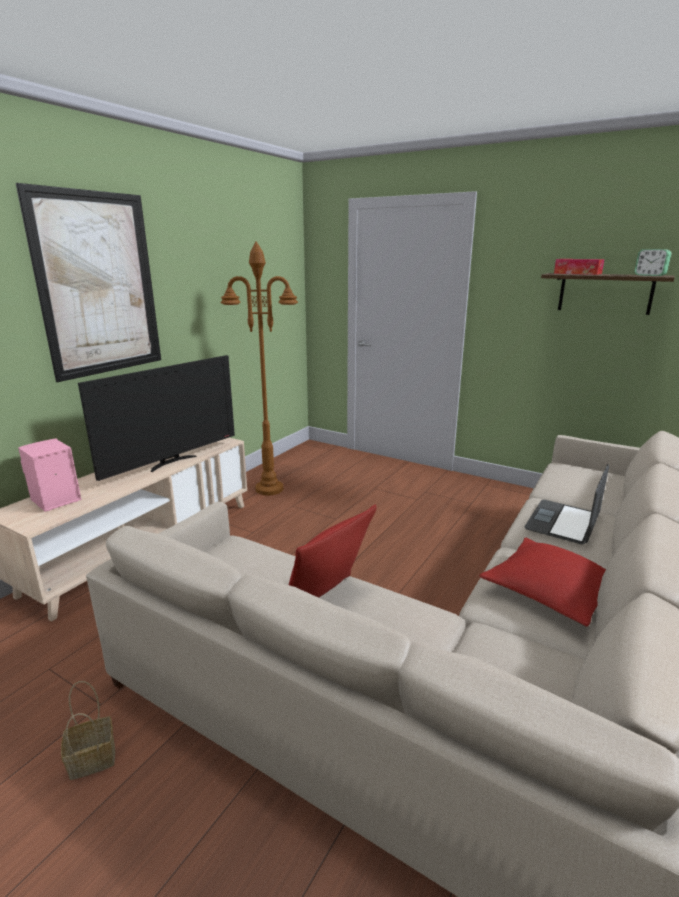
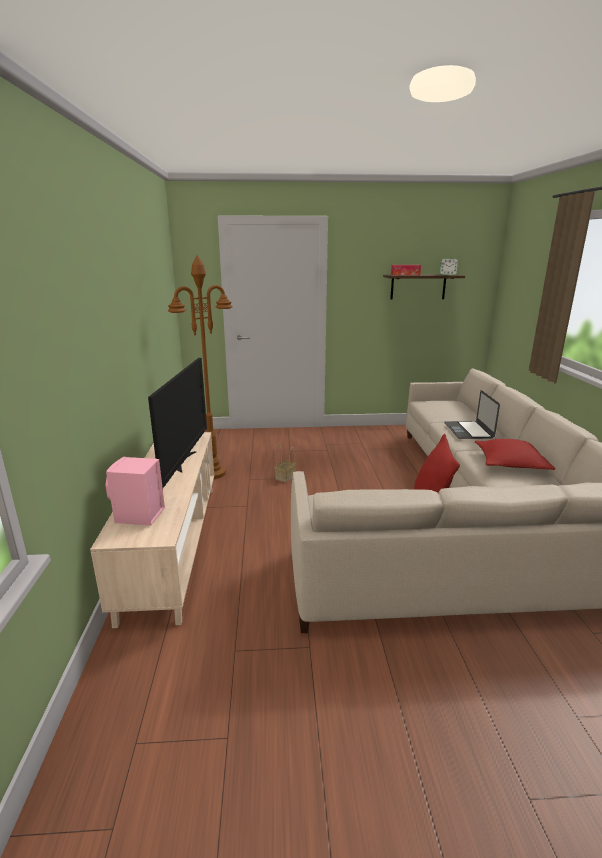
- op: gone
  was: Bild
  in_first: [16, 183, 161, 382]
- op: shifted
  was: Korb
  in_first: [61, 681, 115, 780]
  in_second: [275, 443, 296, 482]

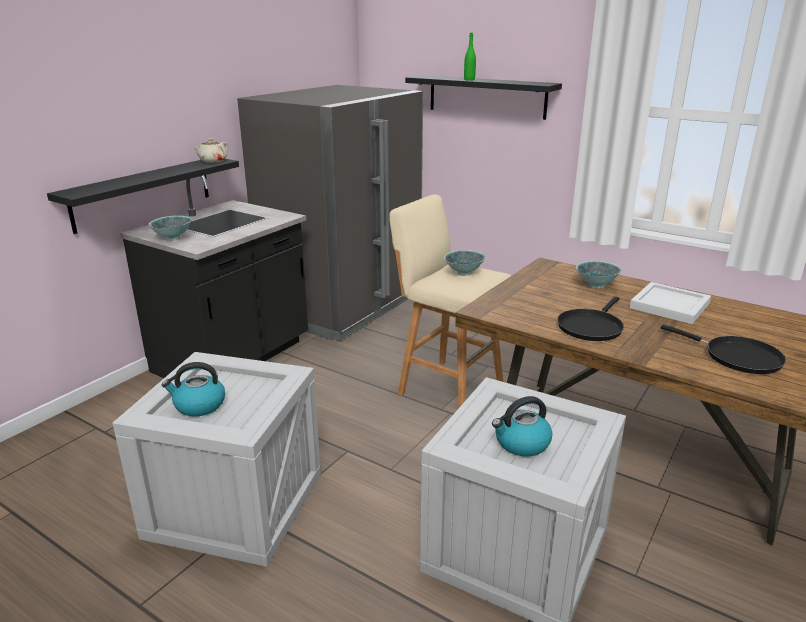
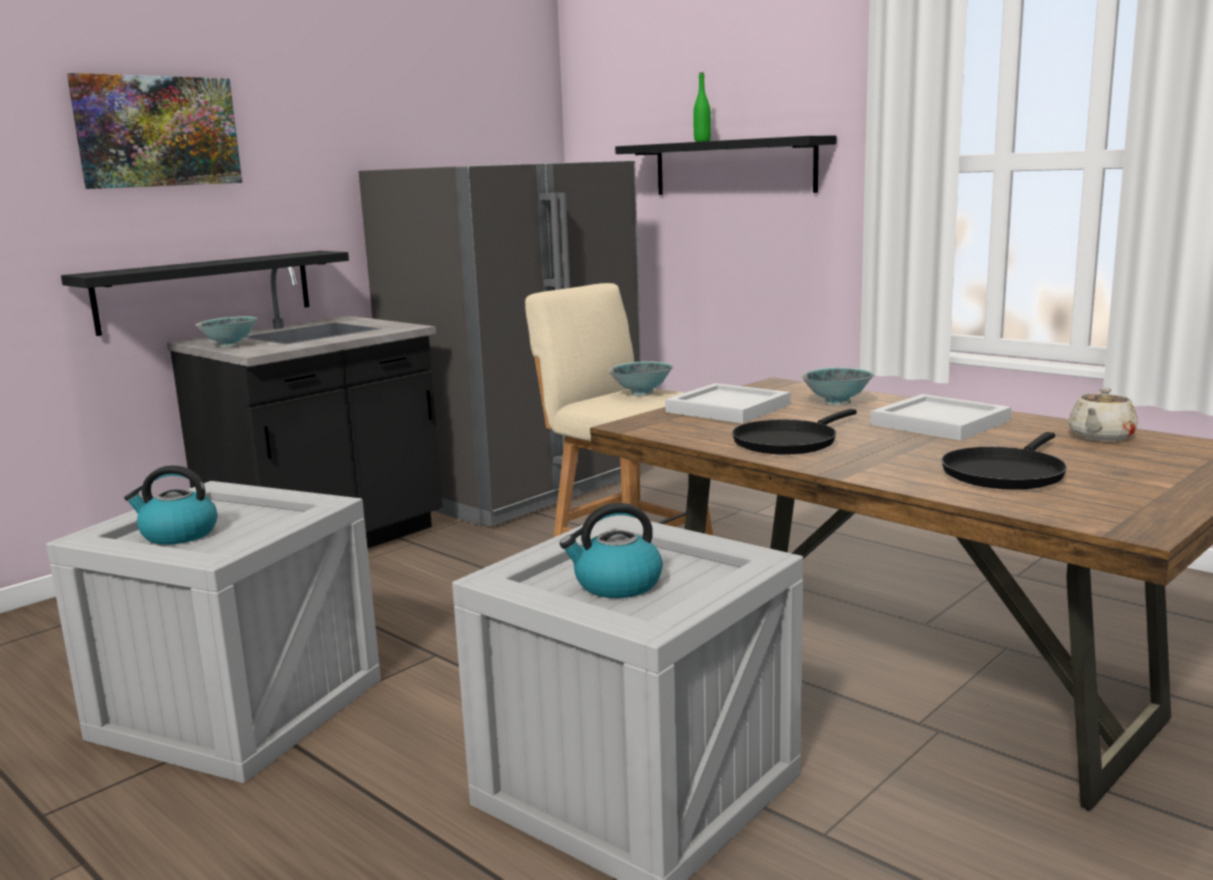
- op: new
  now: Bild
  in_second: [67, 73, 242, 189]
- op: new
  now: Tablett (weiß)
  in_second: [665, 383, 791, 423]
- op: shifted
  was: Teekanne (beige)
  in_first: [193, 138, 228, 163]
  in_second: [1068, 388, 1138, 441]
- op: rotated
  was: Pfanne (schwarz)
  in_first: [661, 325, 786, 374]
  in_second: [941, 432, 1067, 490]
  clockwise: 75

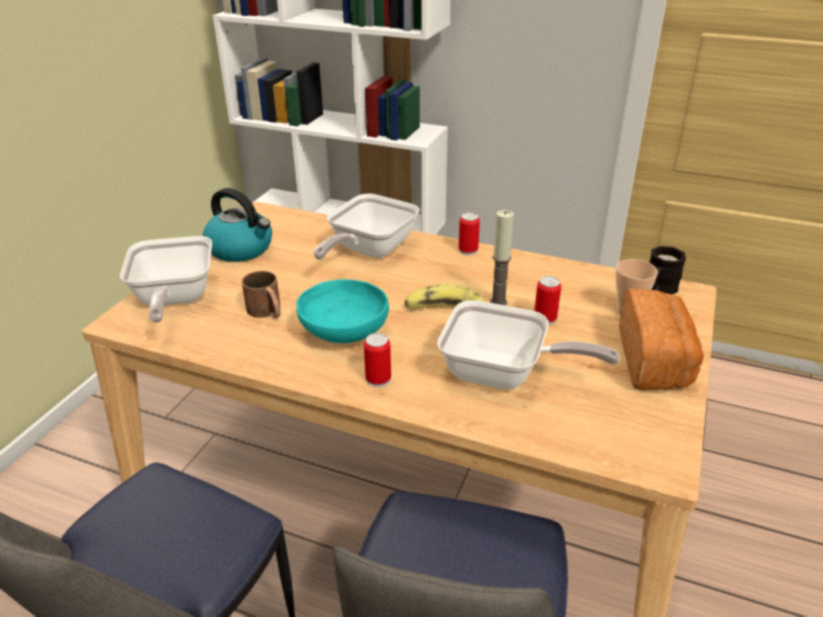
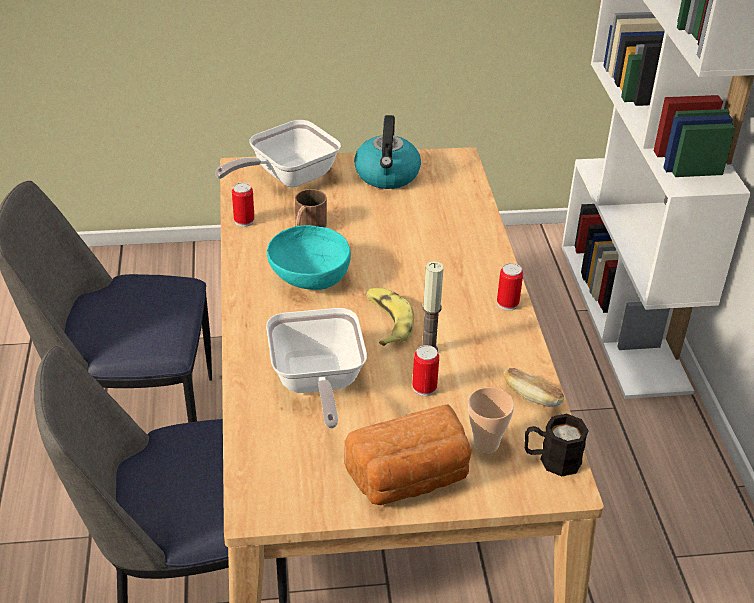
- op: gone
  was: Pfanne
  in_first: [313, 194, 419, 260]
- op: new
  now: Brot
  in_second: [504, 368, 564, 407]
- op: shifted
  was: Dose
  in_first: [364, 333, 391, 388]
  in_second: [232, 183, 255, 227]

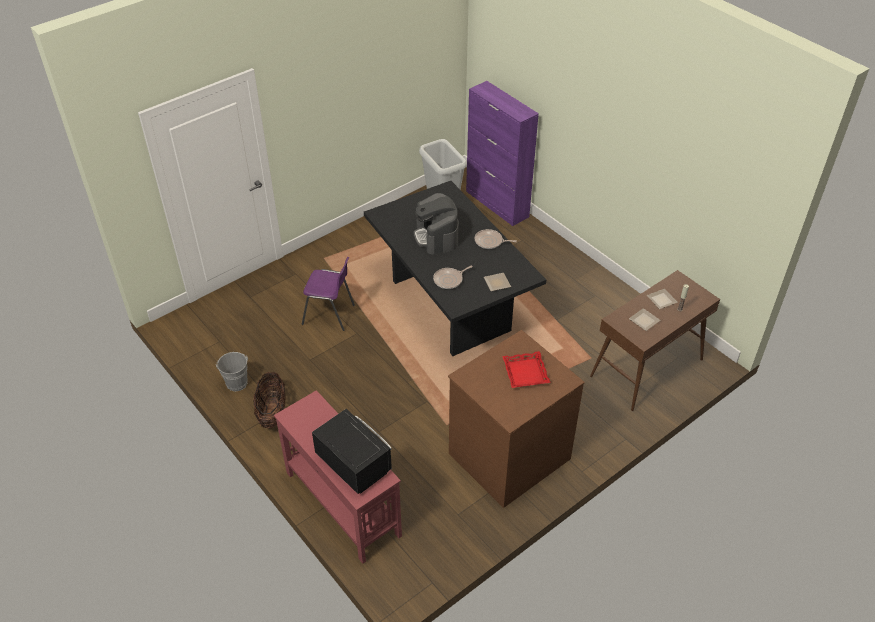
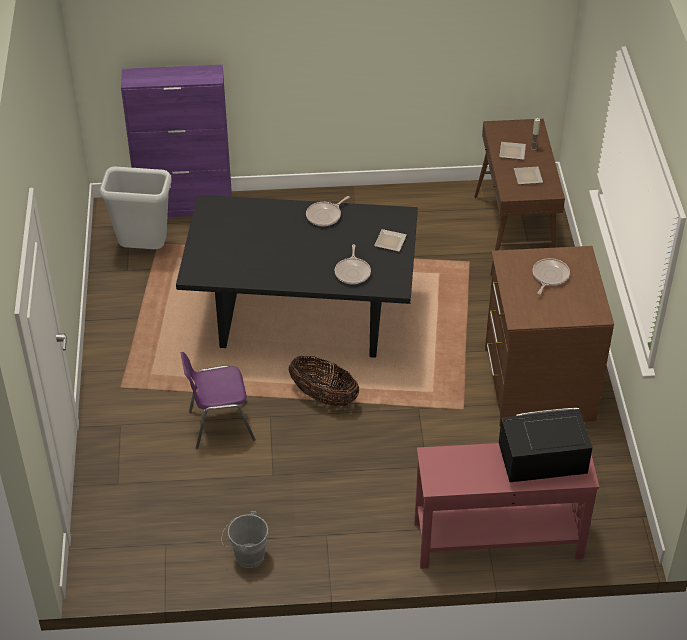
- op: gone
  was: Kaffeemaschine
  in_first: [414, 193, 458, 254]
- op: shifted
  was: Korb
  in_first: [253, 372, 286, 428]
  in_second: [288, 356, 359, 406]
- op: swapped
  was: Tablett (rot)
  now: Pfanne
  in_first: [502, 351, 551, 388]
  in_second: [533, 258, 570, 295]
- op: rotated
  was: Stuhl (lila)
  in_first: [302, 257, 355, 331]
  in_second: [181, 352, 256, 449]
  clockwise: -150

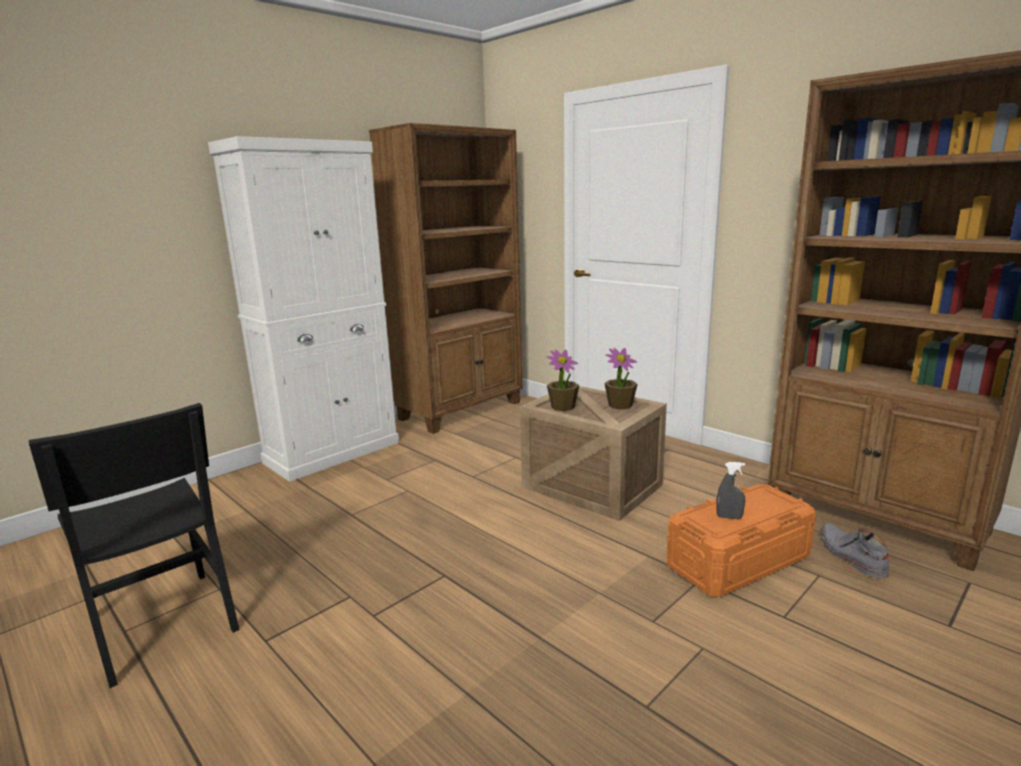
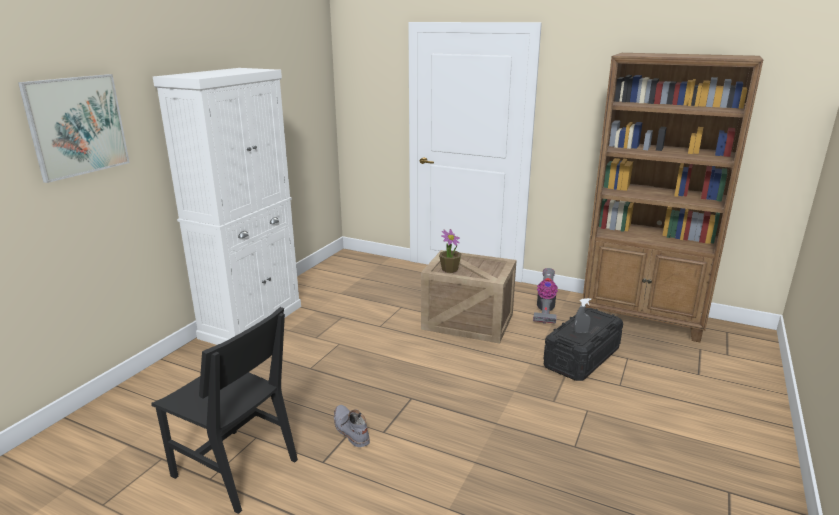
- op: gone
  was: Bücherregal (braun)
  in_first: [369, 123, 523, 434]
- op: gone
  was: Topfpflanze
  in_first: [604, 348, 638, 410]
- op: new
  now: Bild
  in_second: [18, 74, 130, 183]
- op: new
  now: Staubsauger
  in_second: [533, 268, 558, 324]
- op: shifted
  was: Stiefel (grau)
  in_first: [821, 523, 889, 578]
  in_second: [334, 405, 370, 447]
- op: repainted
  was: Aufbewahrungsbox (orange)
  now: Aufbewahrungsbox (schwarz)
  in_first: [667, 484, 816, 597]
  in_second: [544, 308, 623, 381]

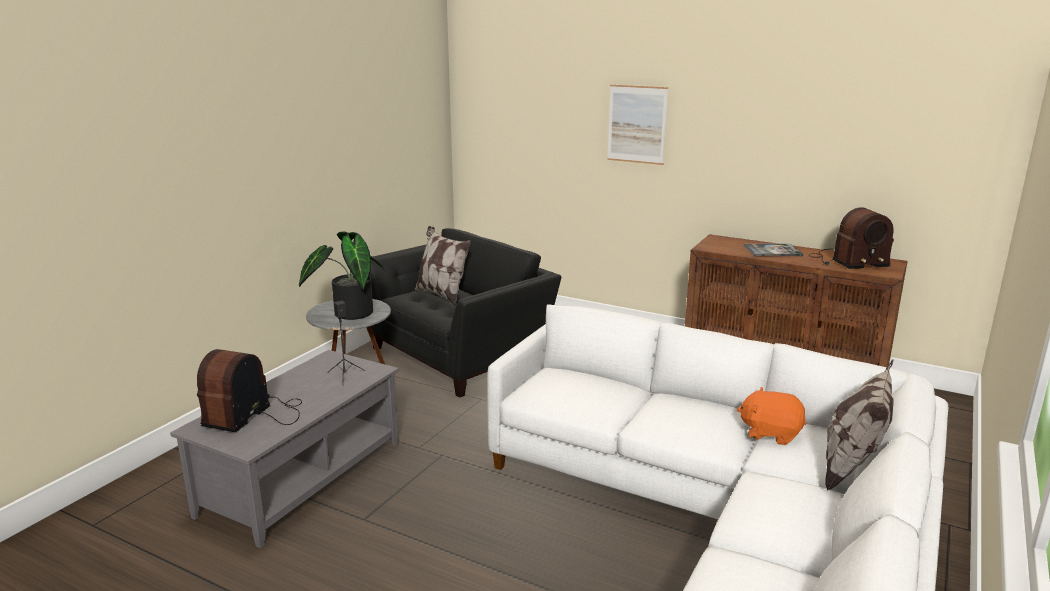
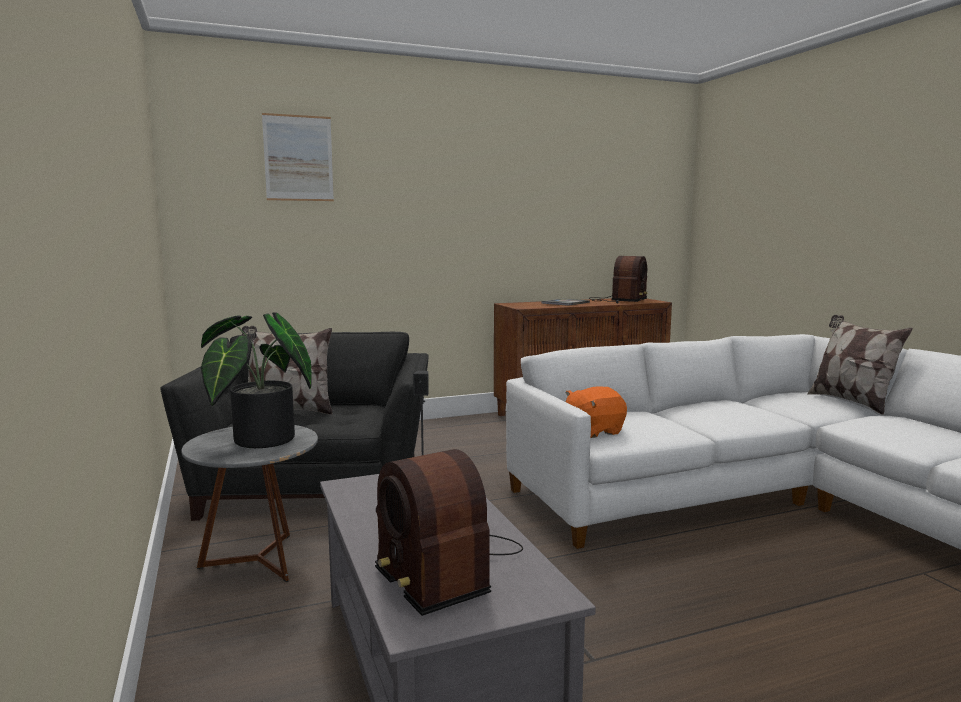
- op: shifted
  was: Bild
  in_first: [607, 84, 668, 165]
  in_second: [262, 113, 334, 201]
- op: shifted
  was: Plüschtier (orange)
  in_first: [737, 387, 806, 445]
  in_second: [566, 386, 627, 438]

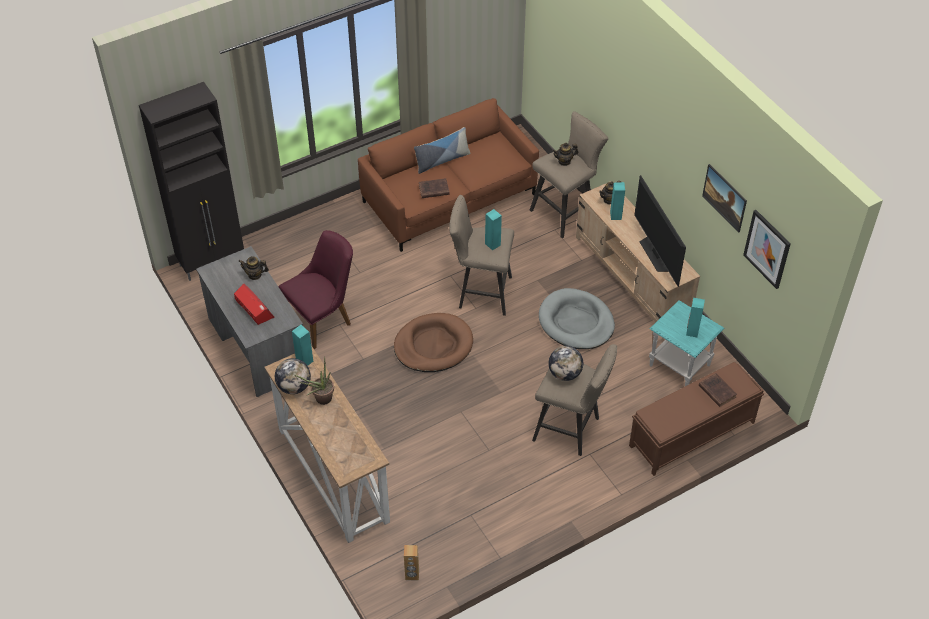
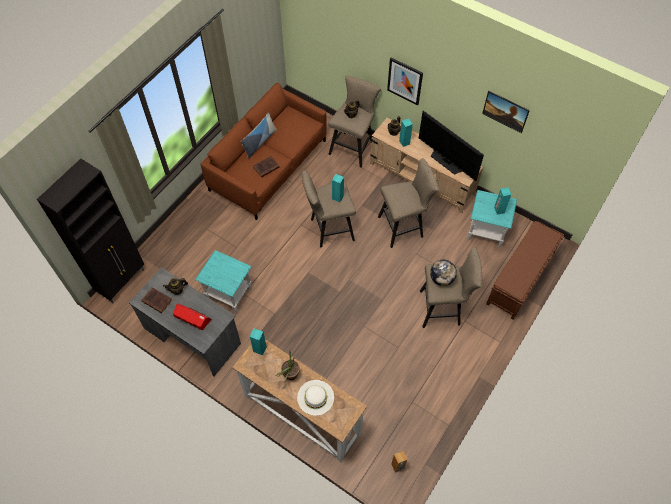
- op: gone
  was: Globus
  in_first: [275, 358, 311, 394]
- op: gone
  was: Hundebett (braun)
  in_first: [394, 313, 473, 372]
- op: new
  now: Hut (weiß)
  in_second: [297, 380, 334, 416]
- op: shifted
  was: Buch (braun)
  in_first: [699, 373, 737, 407]
  in_second: [141, 287, 172, 313]
- op: shifted
  was: Bild
  in_first: [743, 210, 791, 289]
  in_second: [387, 57, 423, 106]
- op: swapped
  was: Stuhl (lila)
  now: Beistelltisch (türkis)
  in_first: [278, 230, 353, 349]
  in_second: [195, 250, 252, 313]
- op: swapped
  was: Hundebett (grau)
  now: Hocker (beige)
  in_first: [539, 288, 615, 349]
  in_second: [378, 158, 439, 248]

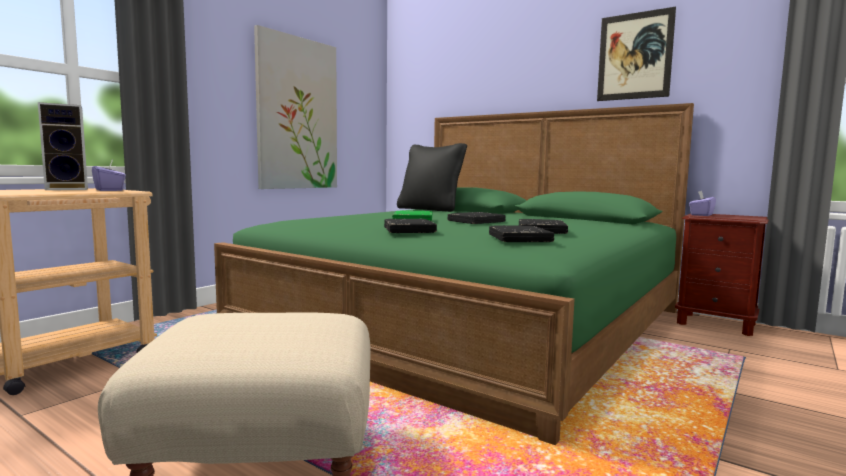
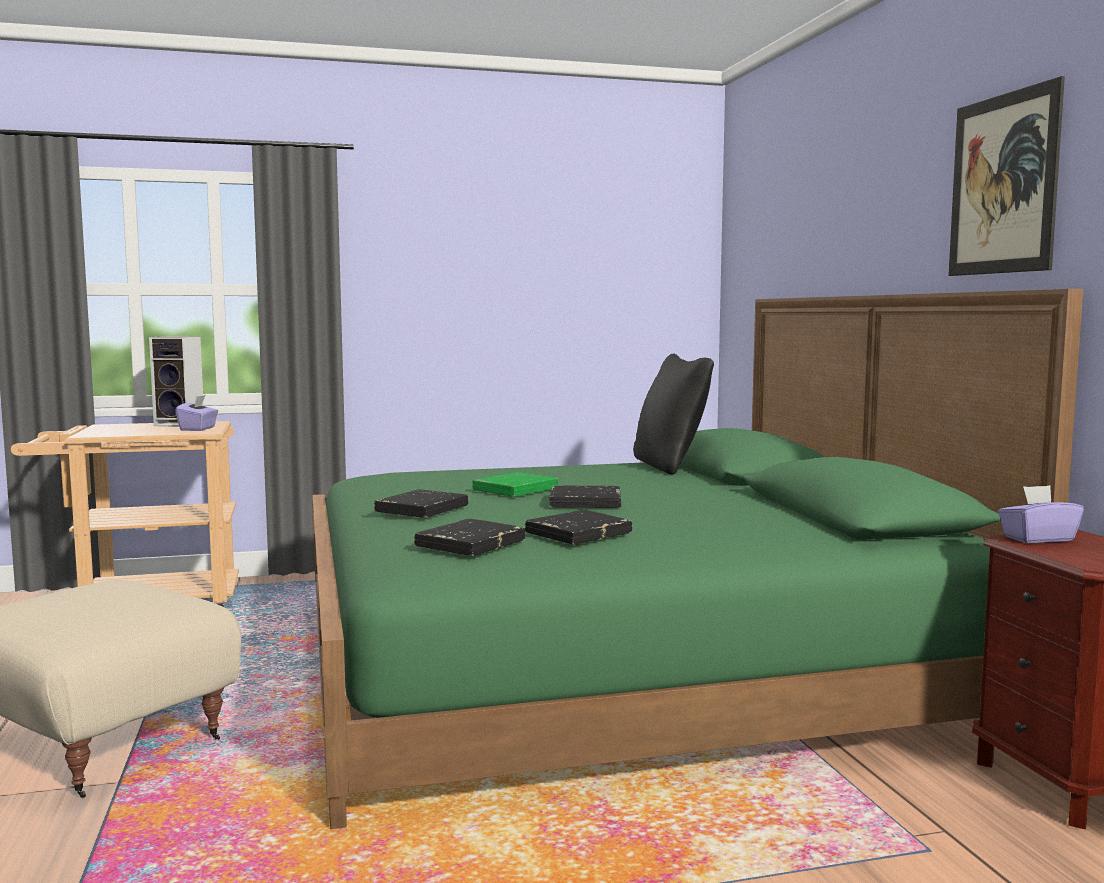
- op: gone
  was: Bild
  in_first: [254, 25, 337, 189]

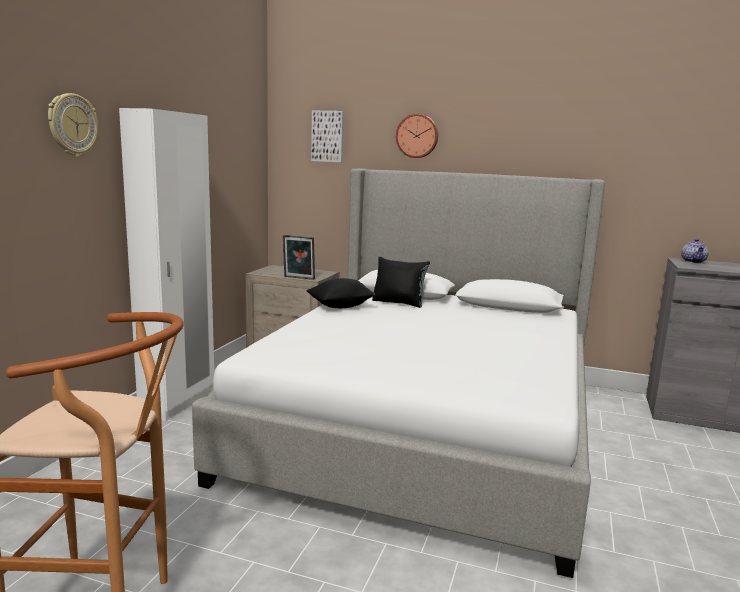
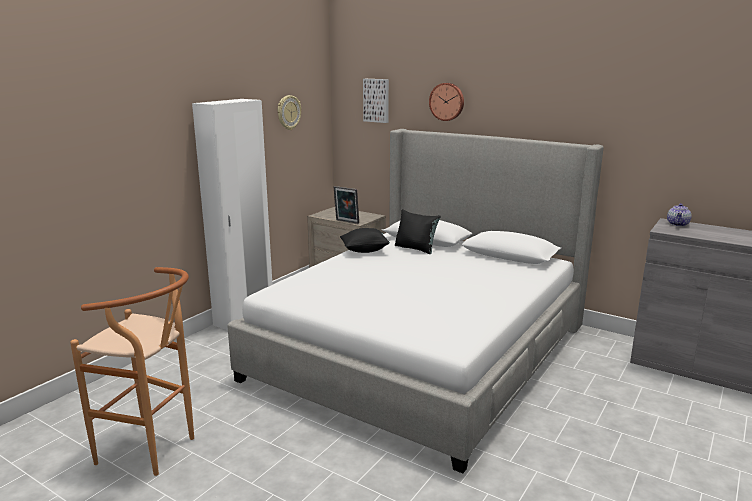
- op: shifted
  was: Wanduhr
  in_first: [48, 93, 98, 157]
  in_second: [278, 95, 301, 130]

